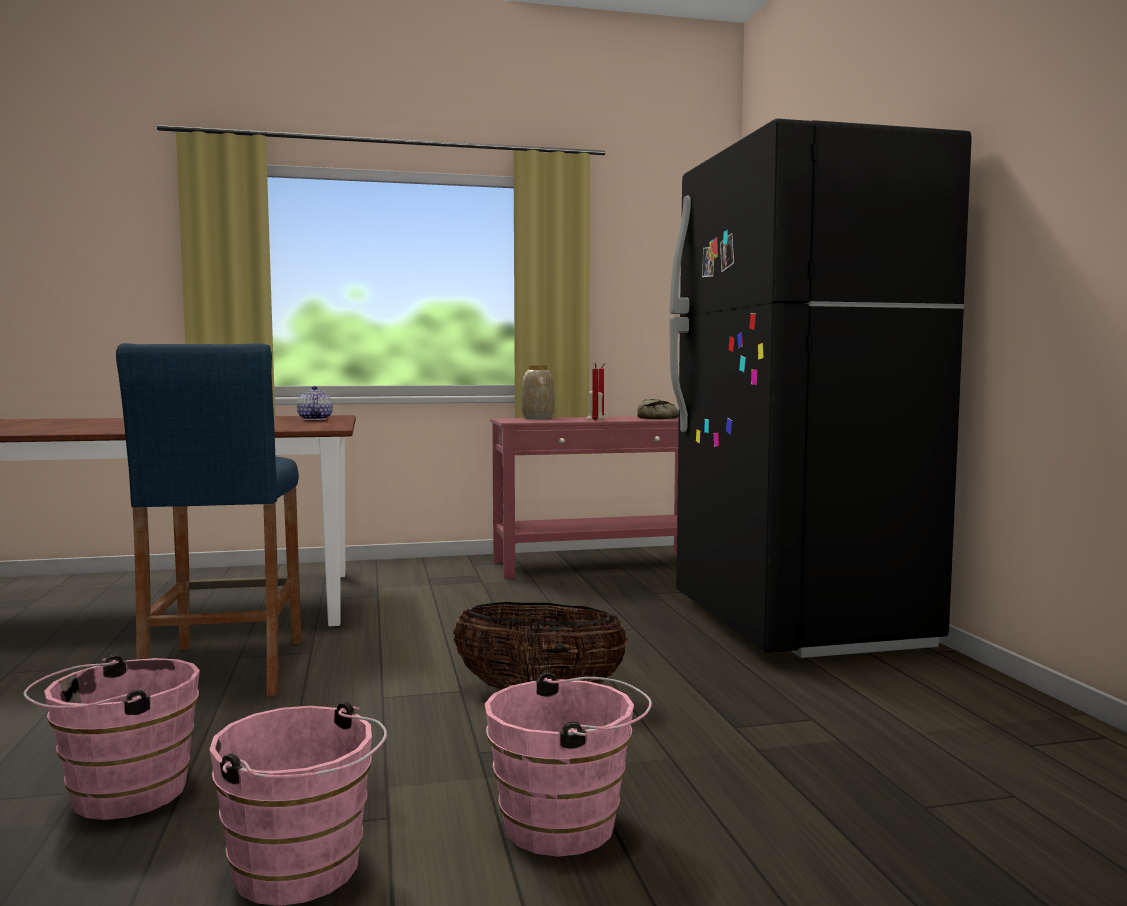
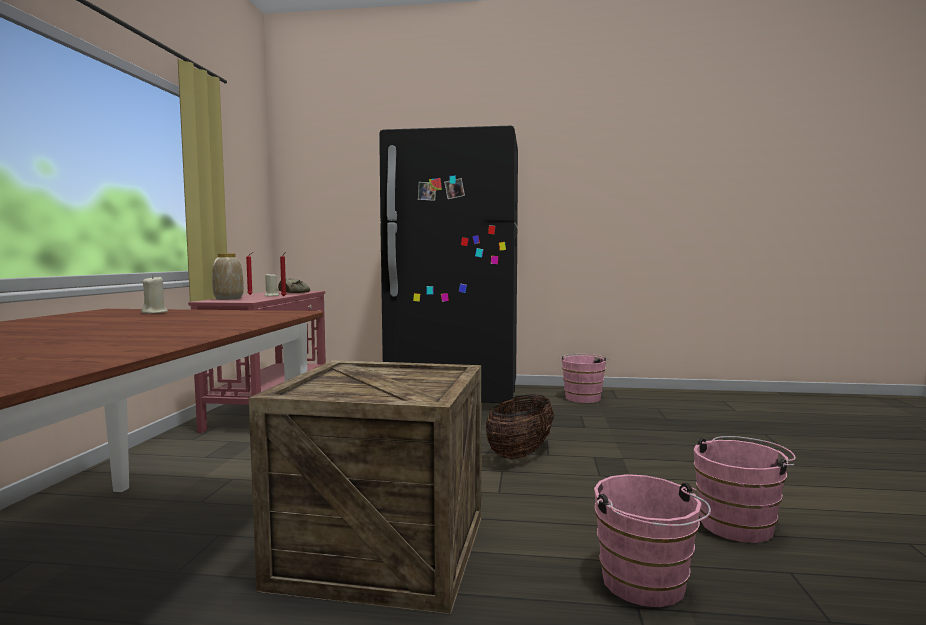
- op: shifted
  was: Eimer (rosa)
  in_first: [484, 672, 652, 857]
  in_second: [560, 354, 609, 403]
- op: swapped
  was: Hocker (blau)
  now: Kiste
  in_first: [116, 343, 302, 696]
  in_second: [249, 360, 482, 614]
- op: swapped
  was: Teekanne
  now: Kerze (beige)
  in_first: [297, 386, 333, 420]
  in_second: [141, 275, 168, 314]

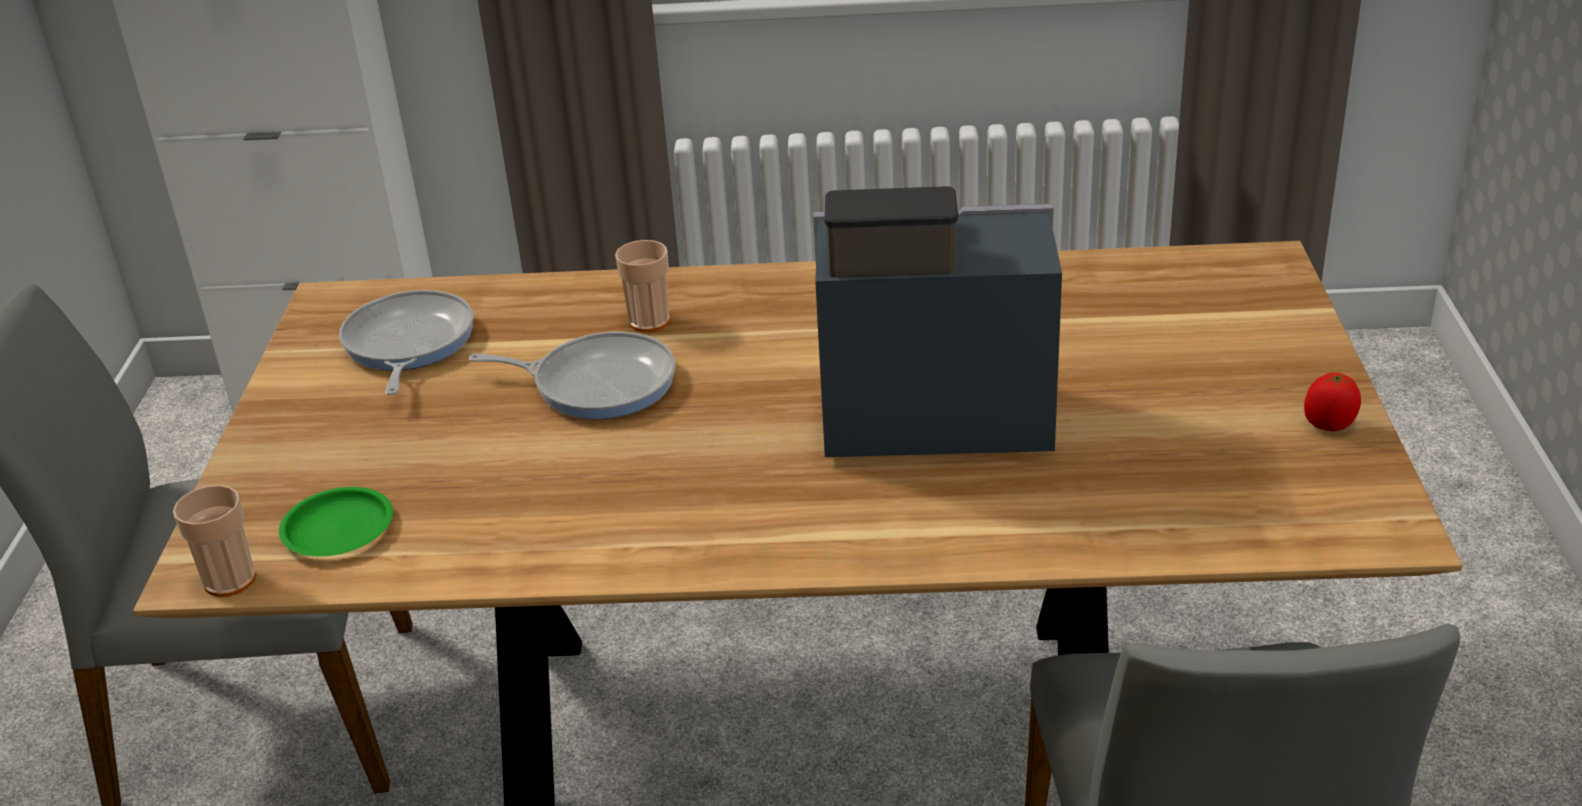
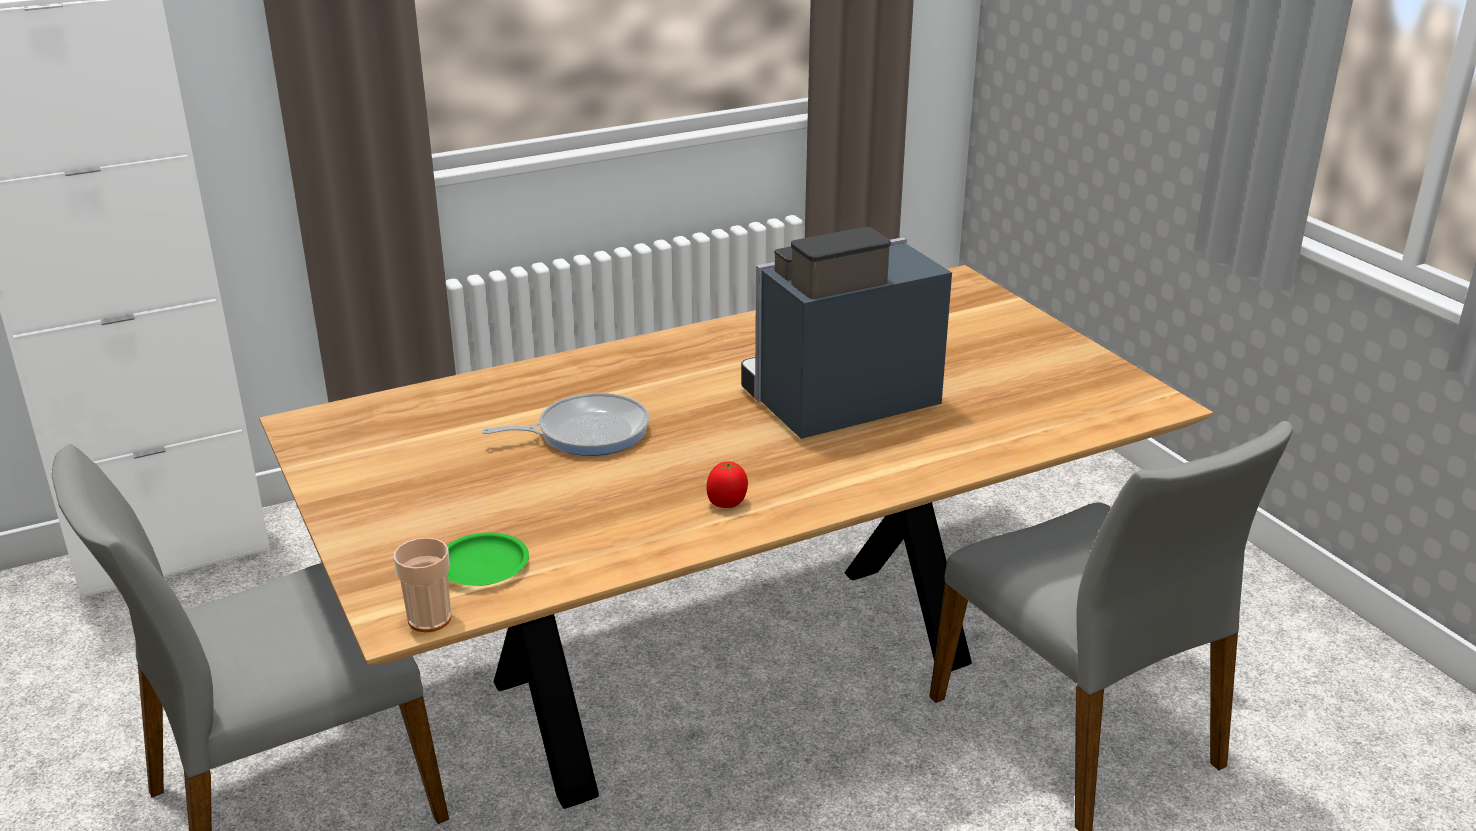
- op: gone
  was: Pfanne
  in_first: [339, 290, 473, 395]
- op: gone
  was: Tasse
  in_first: [615, 240, 670, 332]
- op: shifted
  was: Tomate
  in_first: [1304, 372, 1361, 431]
  in_second: [706, 461, 748, 508]

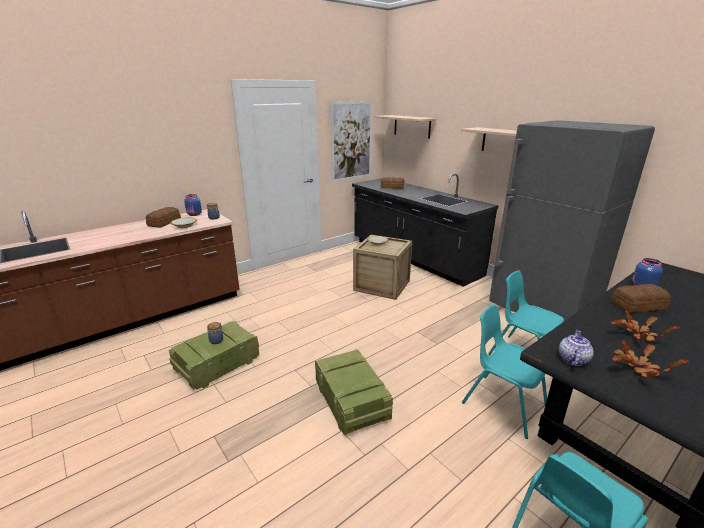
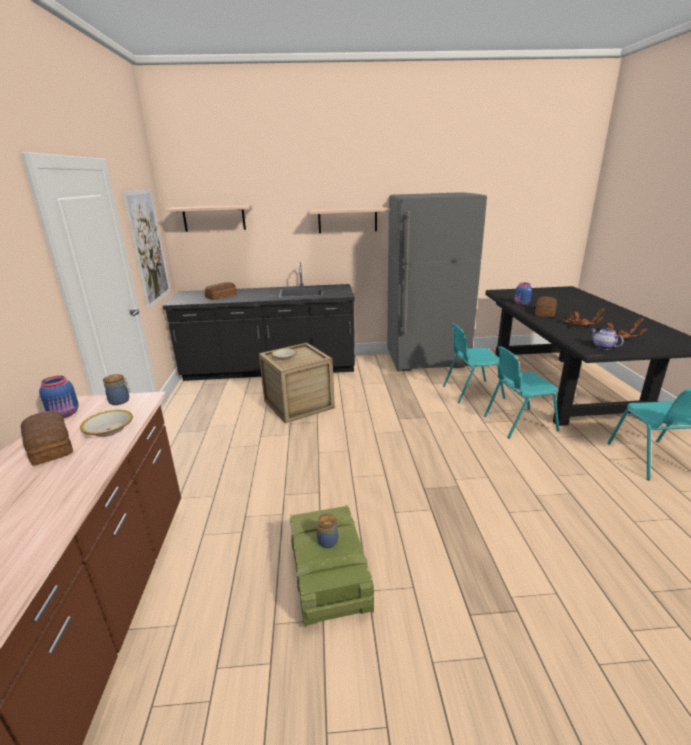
- op: gone
  was: Kiste
  in_first: [315, 349, 393, 435]

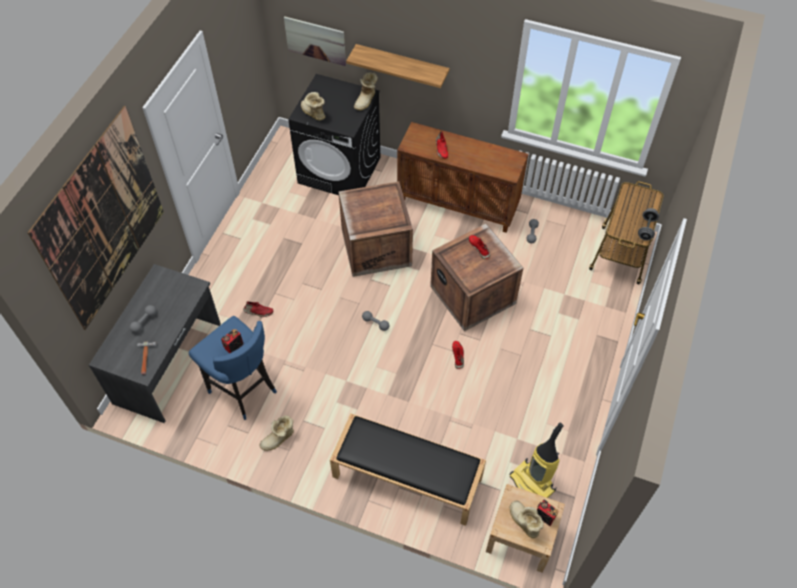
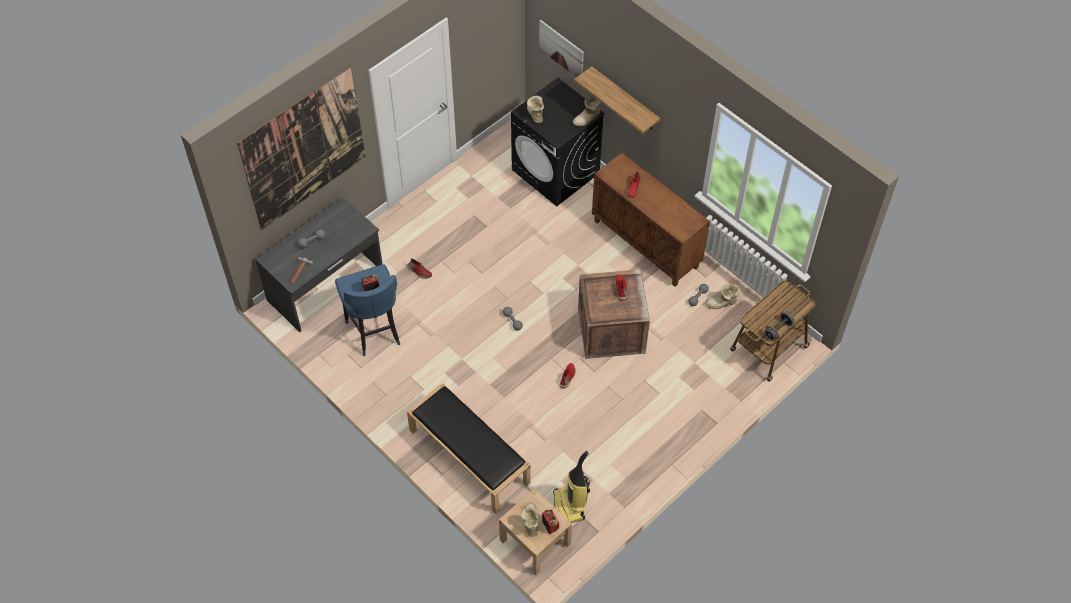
- op: gone
  was: Kiste
  in_first: [338, 181, 413, 277]
- op: shifted
  was: Stiefel
  in_first: [260, 415, 294, 451]
  in_second: [705, 284, 741, 309]

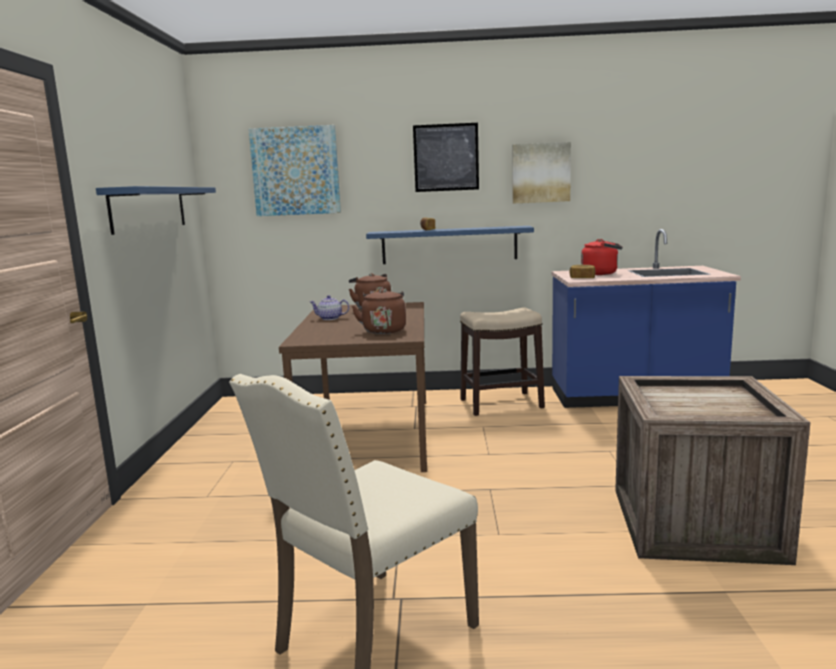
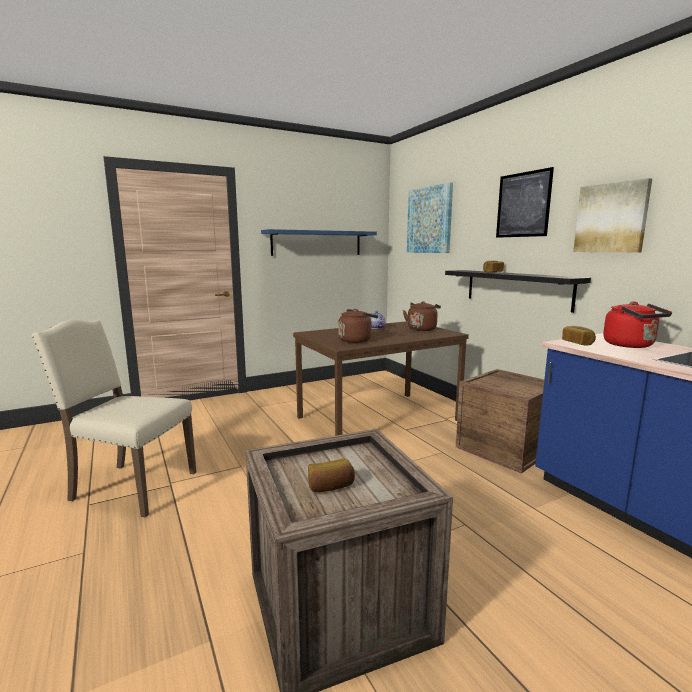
- op: new
  now: Brot
  in_second: [308, 458, 355, 492]
- op: swapped
  was: Hocker
  now: Kiste
  in_first: [460, 307, 545, 416]
  in_second: [456, 369, 544, 473]
- op: repainted
  was: Wandregal (blau)
  now: Wandregal (schwarz)
  in_first: [366, 226, 534, 264]
  in_second: [445, 270, 591, 313]

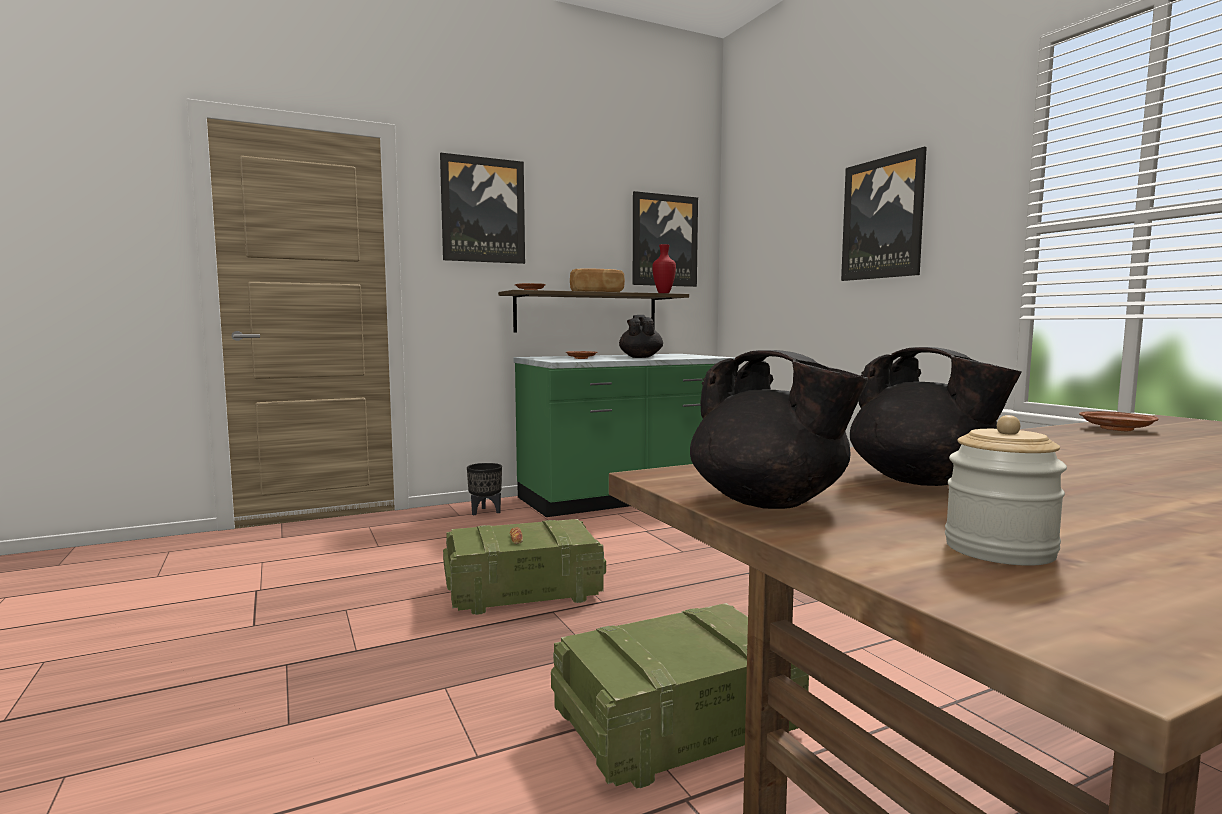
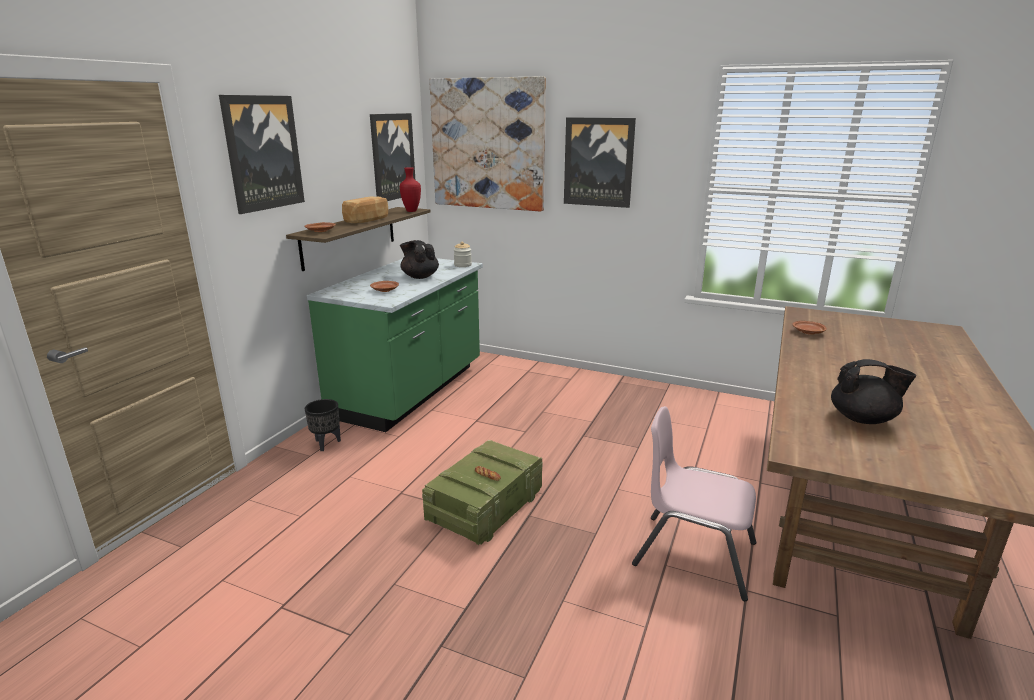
- op: gone
  was: Teekanne (schwarz)
  in_first: [690, 350, 869, 509]
- op: new
  now: Bild
  in_second: [429, 76, 546, 212]
- op: shifted
  was: Vorratsglas
  in_first: [945, 415, 1067, 566]
  in_second: [454, 241, 472, 267]
- op: swapped
  was: Kiste
  now: Stuhl (rosa)
  in_first: [551, 603, 809, 788]
  in_second: [632, 406, 756, 601]

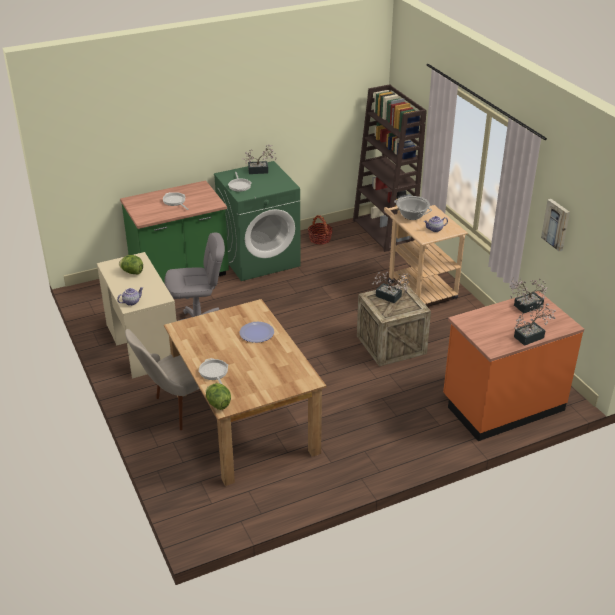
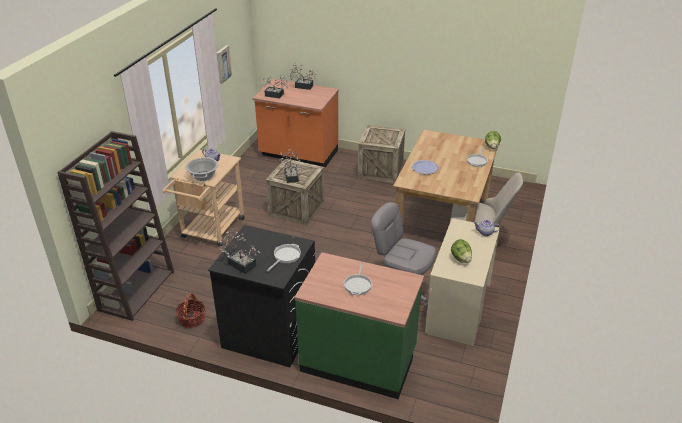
- op: new
  now: Kiste
  in_second: [358, 125, 405, 183]
- op: repainted
  was: Waschmaschine (grün)
  now: Waschmaschine (schwarz)
  in_first: [214, 161, 301, 281]
  in_second: [208, 225, 315, 367]

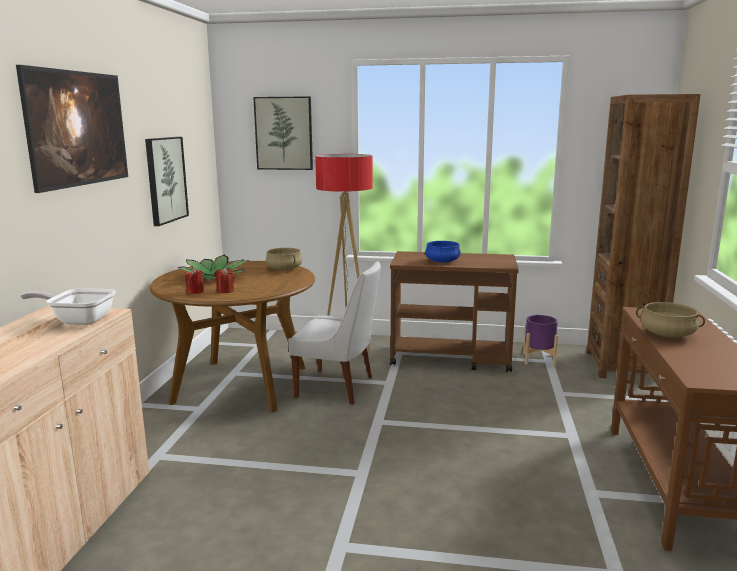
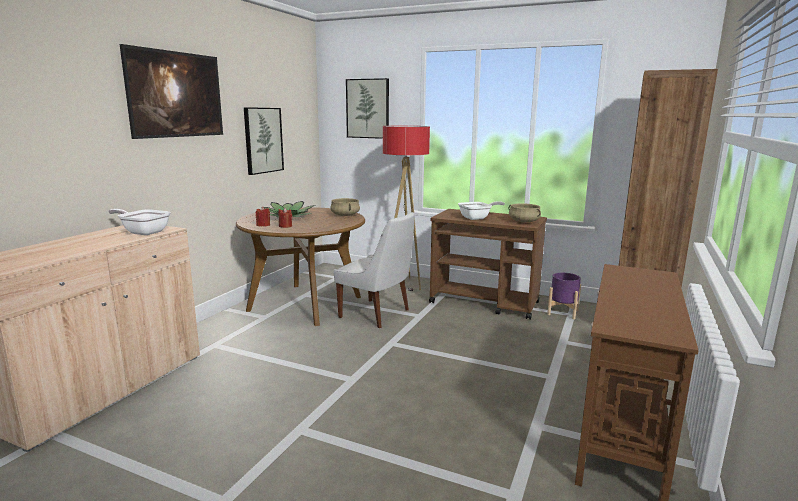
- op: shifted
  was: Kochtopf (beige)
  in_first: [636, 302, 705, 338]
  in_second: [508, 203, 541, 222]
- op: swapped
  was: Kochtopf (blau)
  now: Pfanne
  in_first: [425, 241, 461, 262]
  in_second: [458, 201, 505, 220]

